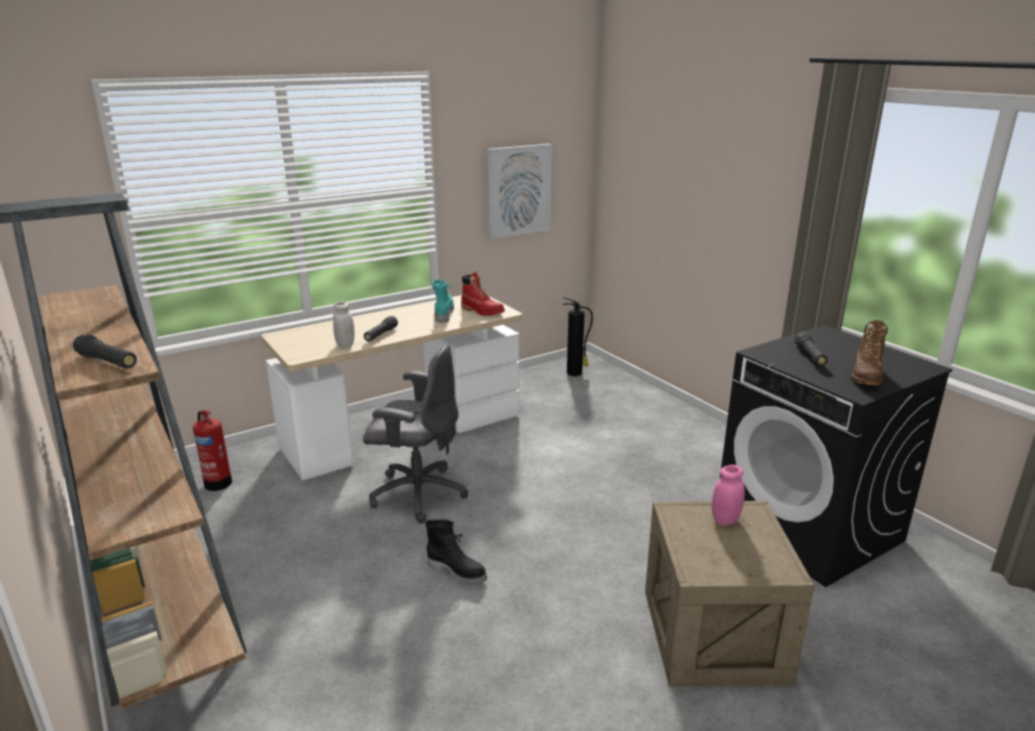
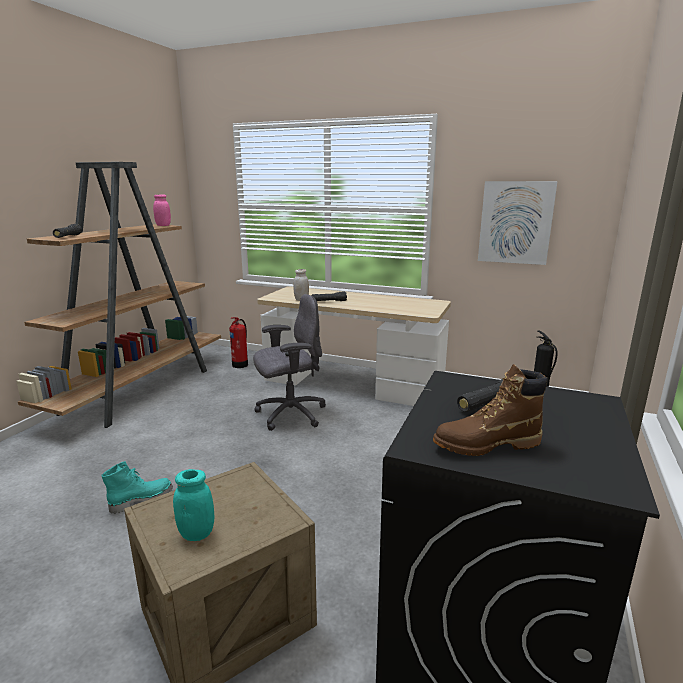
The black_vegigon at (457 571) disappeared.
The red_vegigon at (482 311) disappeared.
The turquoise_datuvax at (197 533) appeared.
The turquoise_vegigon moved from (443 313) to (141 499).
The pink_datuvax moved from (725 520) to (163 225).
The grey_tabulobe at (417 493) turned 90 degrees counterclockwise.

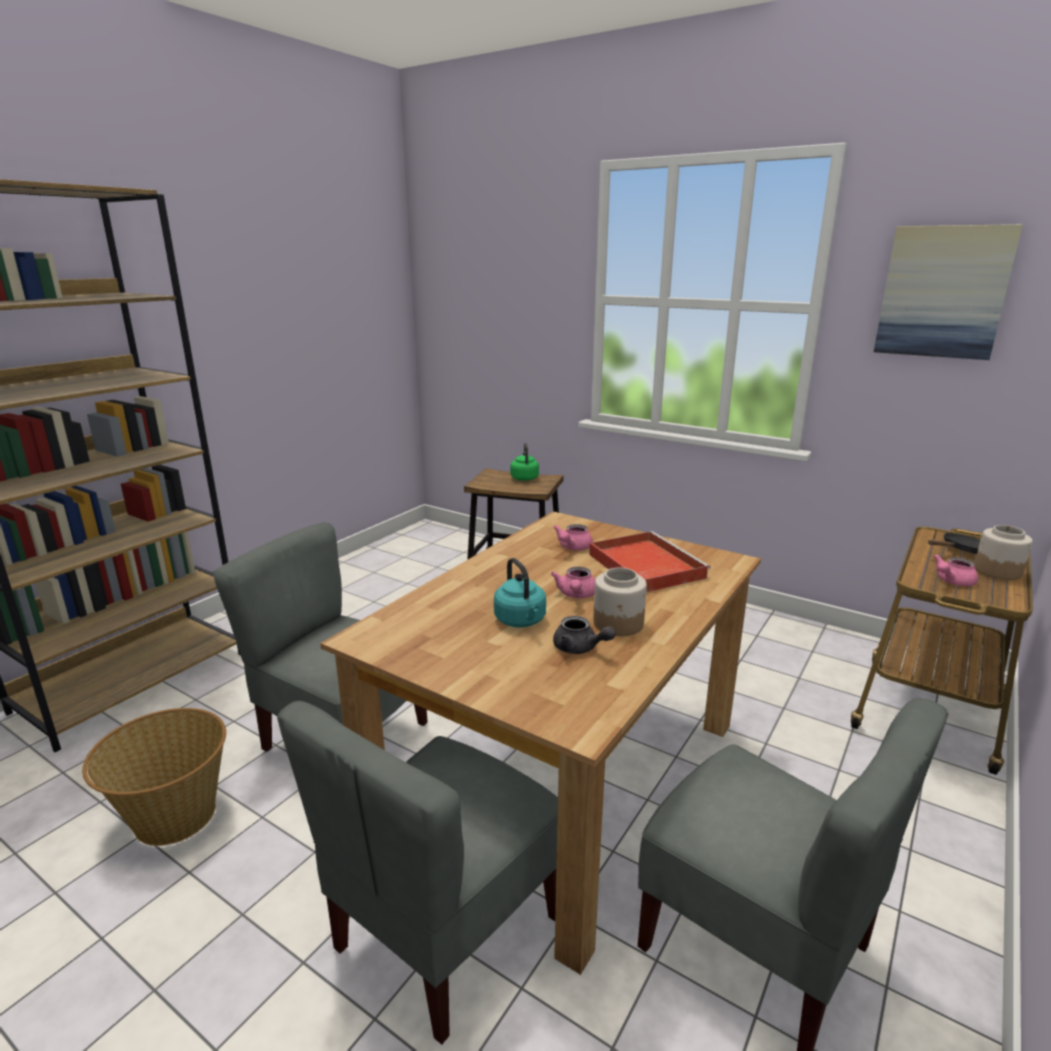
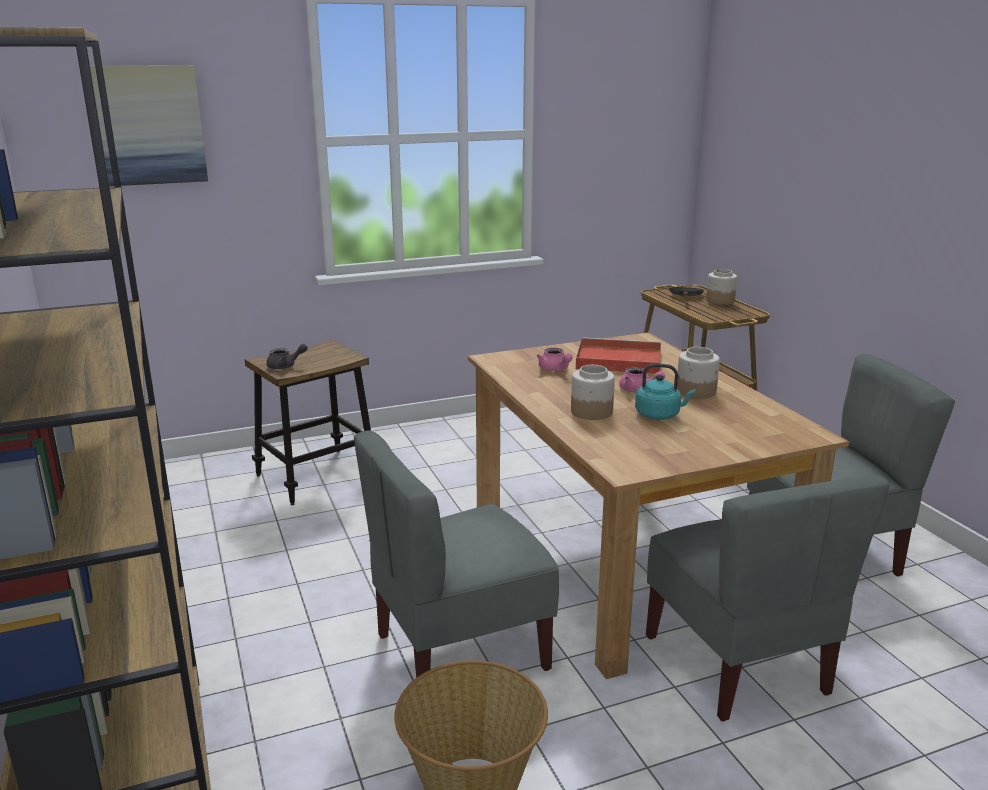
The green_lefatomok at (524 478) disappeared.
The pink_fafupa at (951 581) disappeared.
The datuvax at (591 412) appeared.
The grey_fafupa moved from (580 648) to (285 366).
The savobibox moved from (943 292) to (150 125).

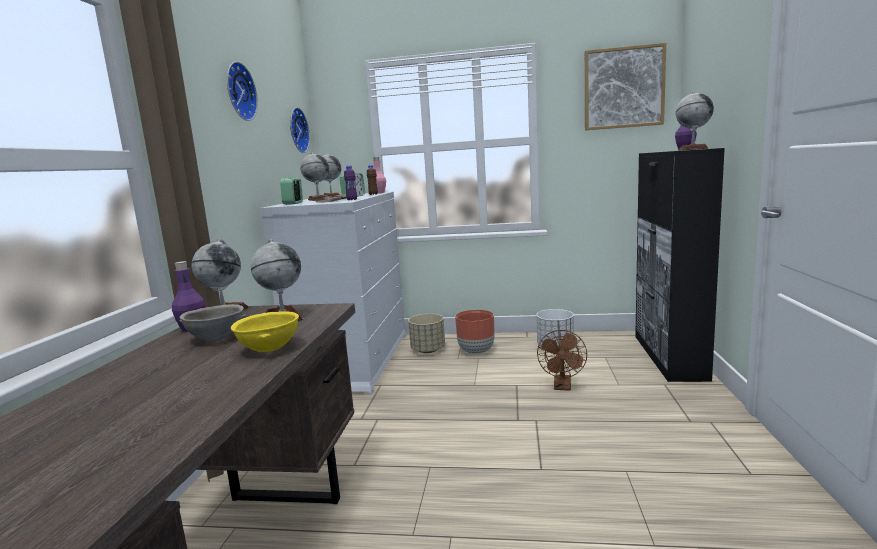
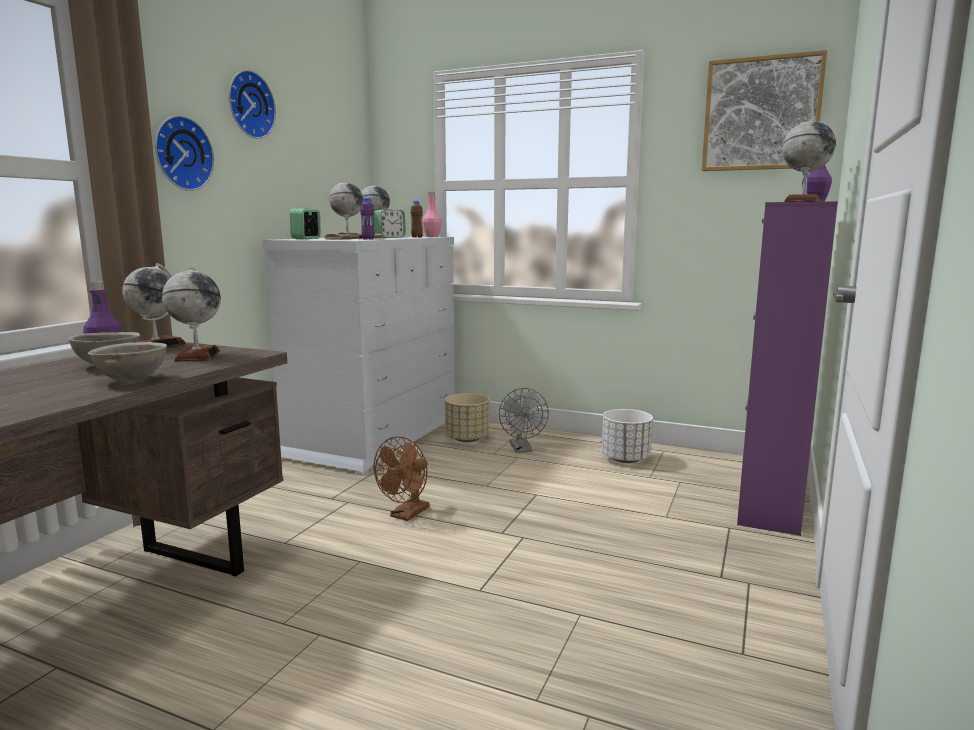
The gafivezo moved from (296 130) to (181 153).
The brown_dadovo moved from (562 386) to (406 515).
The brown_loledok at (476 351) was replaced by the grey_dadovo at (522 449).
The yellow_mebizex at (269 350) became the grey_mebizex at (131 381).
The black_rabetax at (669 356) became the purple_rabetax at (769 495).

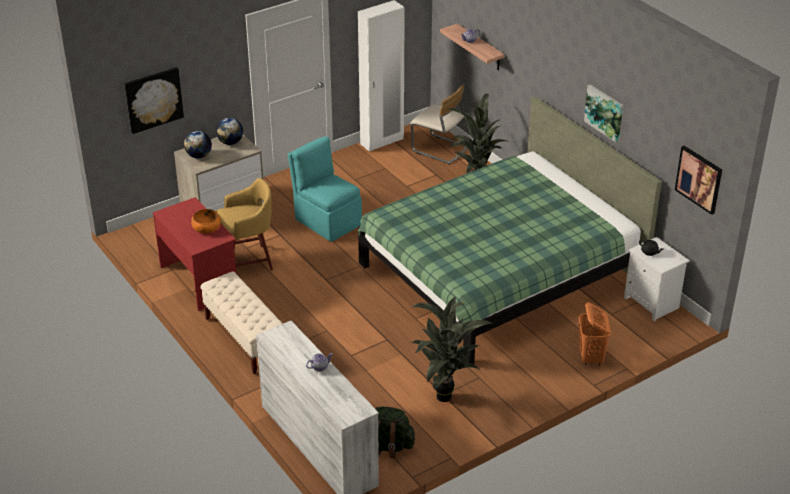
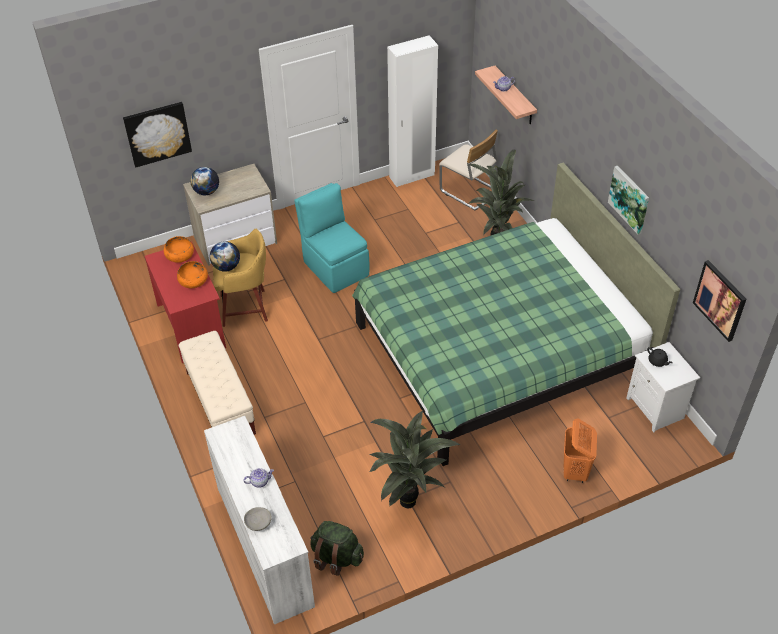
The orange_mebizex at (179 255) appeared.
The grey_mebizex at (258 523) appeared.
The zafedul moved from (230 142) to (226 267).

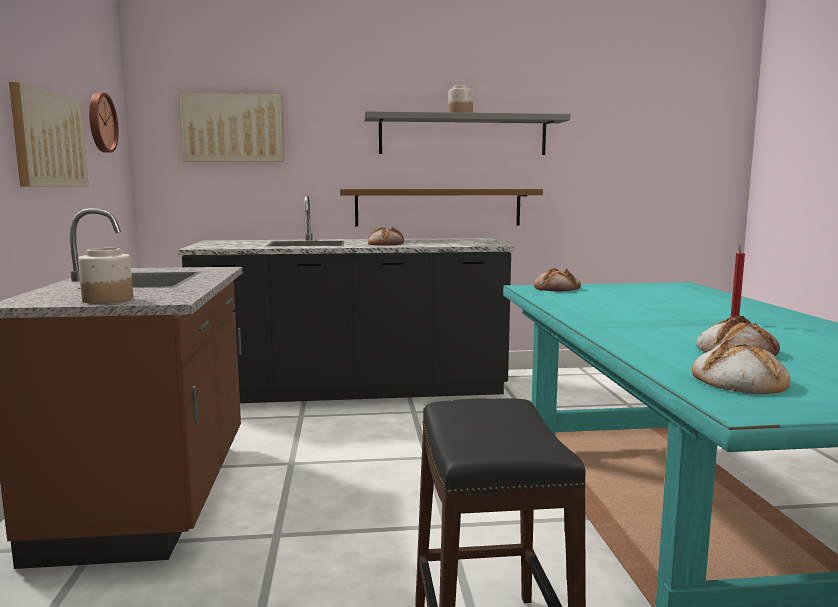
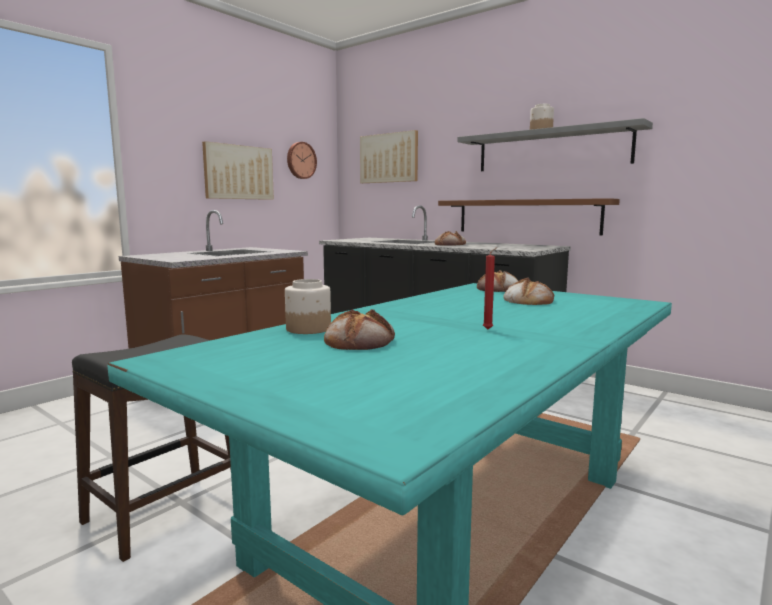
The datuvax moved from (107 300) to (308 329).
The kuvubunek moved from (738 381) to (527 300).

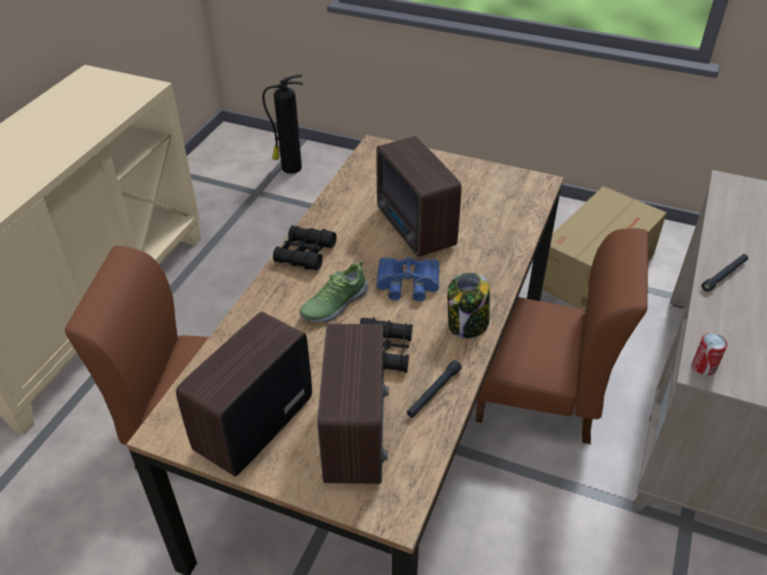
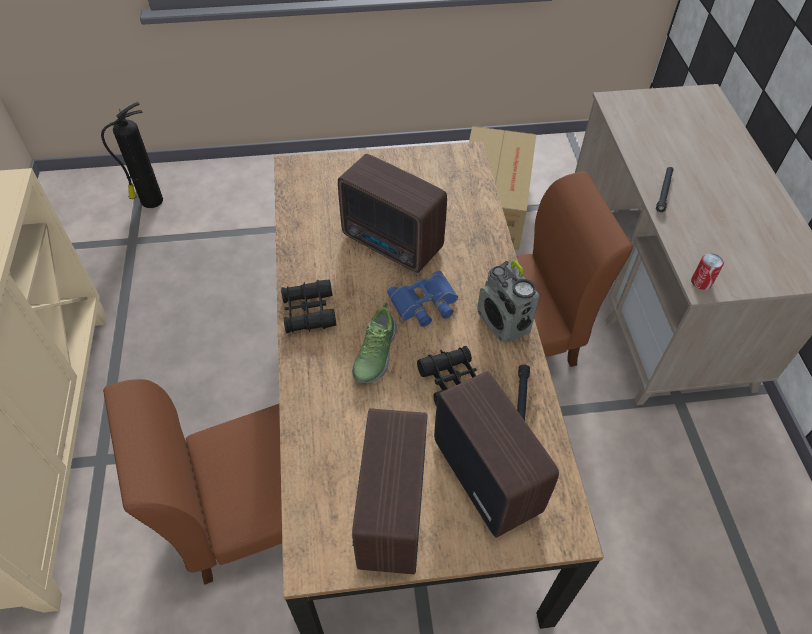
The datuvax at (467 324) was replaced by the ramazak at (503 323).

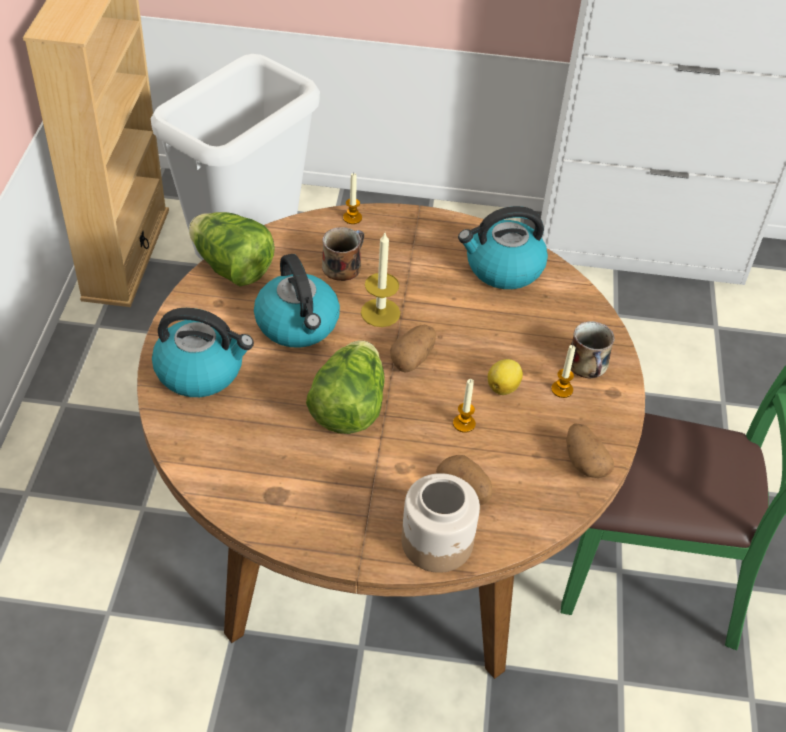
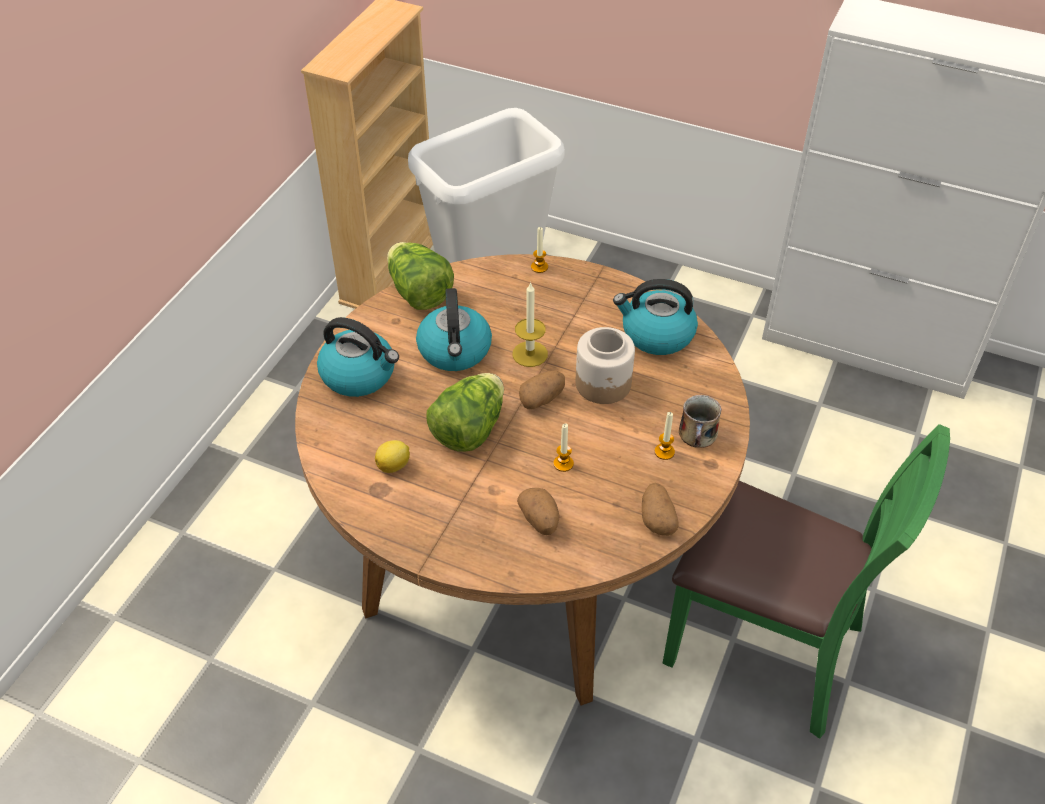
The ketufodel at (343 266) disappeared.
The datuvax moved from (438 542) to (603 384).
The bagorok moved from (503 387) to (394 465).

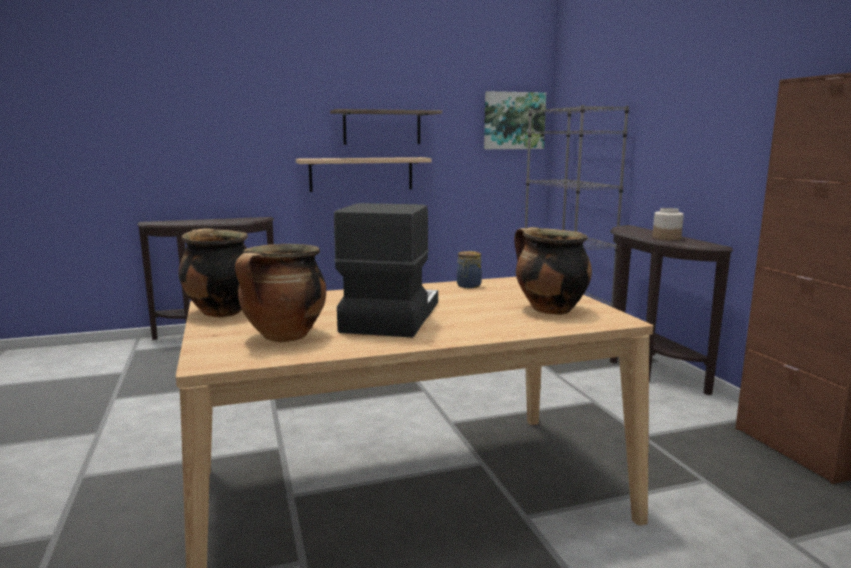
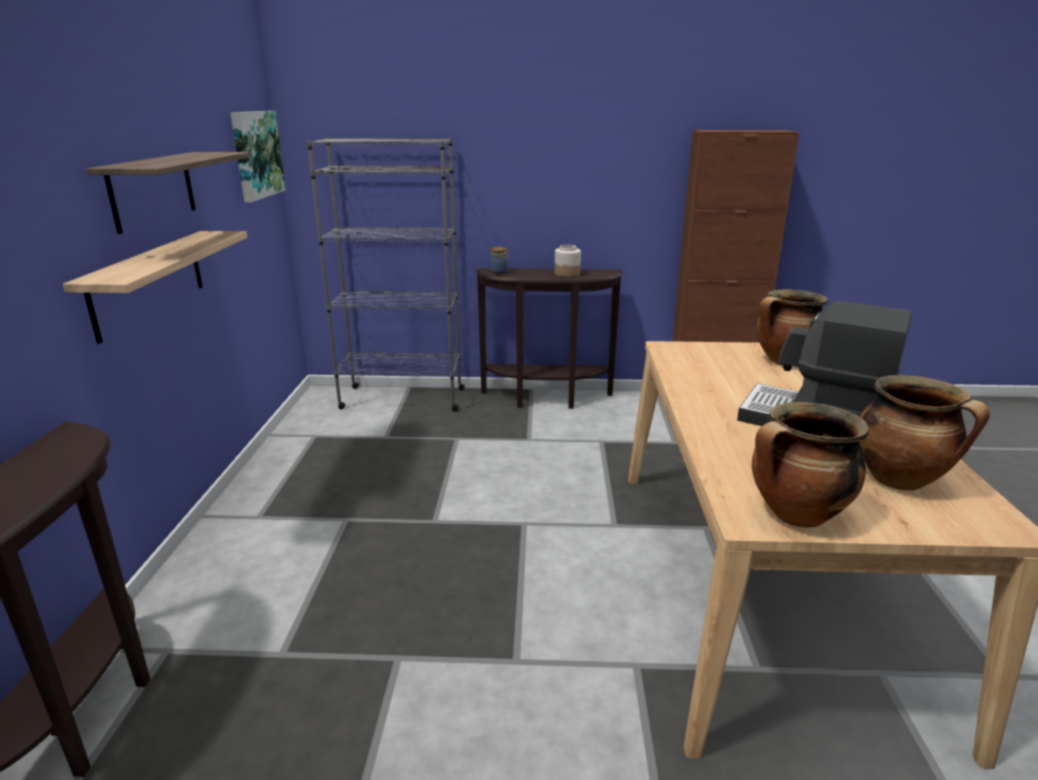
The datuvax moved from (468 286) to (499 273).

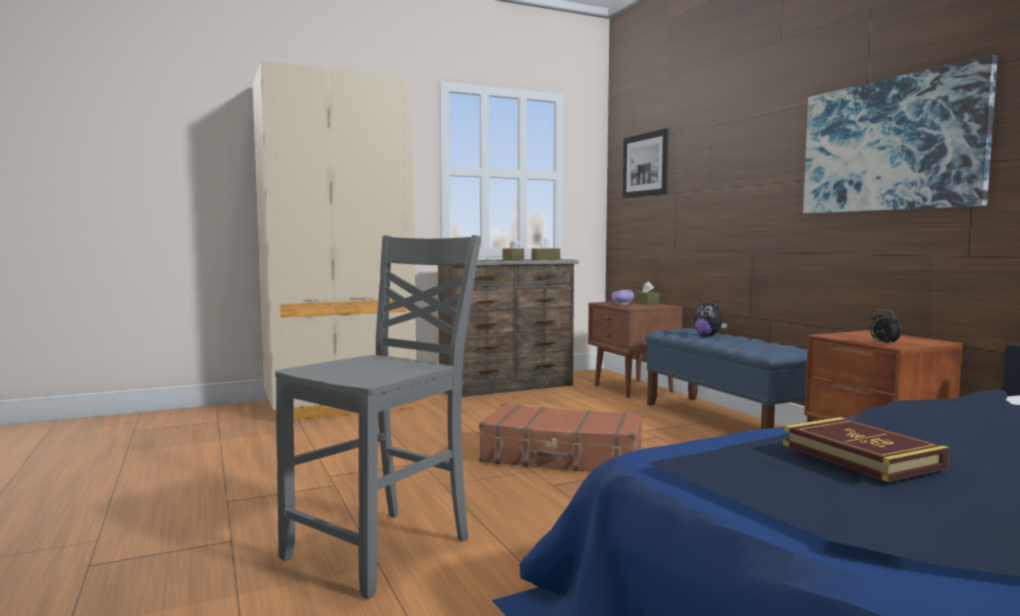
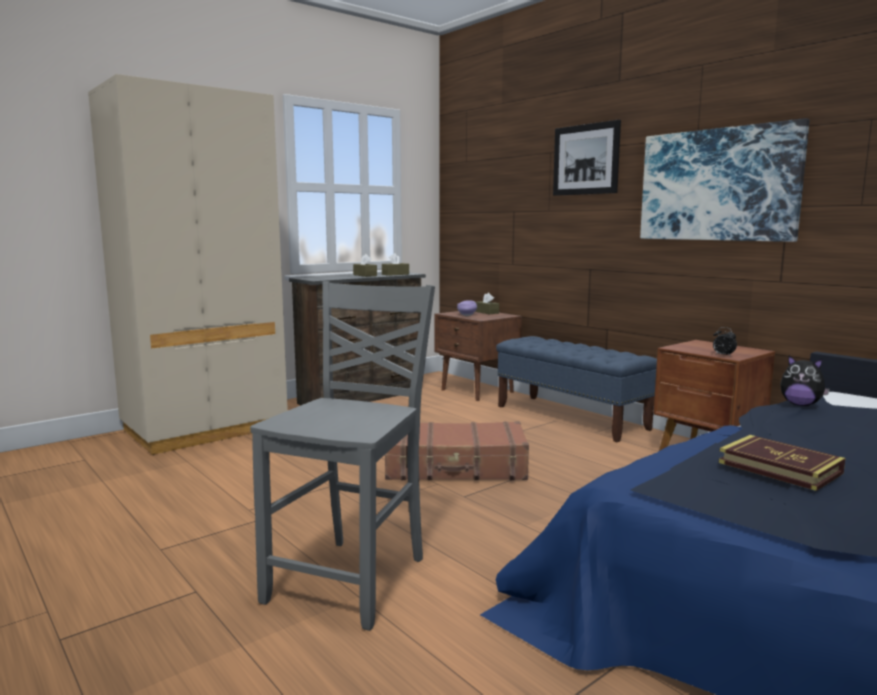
The savobibox moved from (645 165) to (585 159).
The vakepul moved from (708 335) to (800 405).

